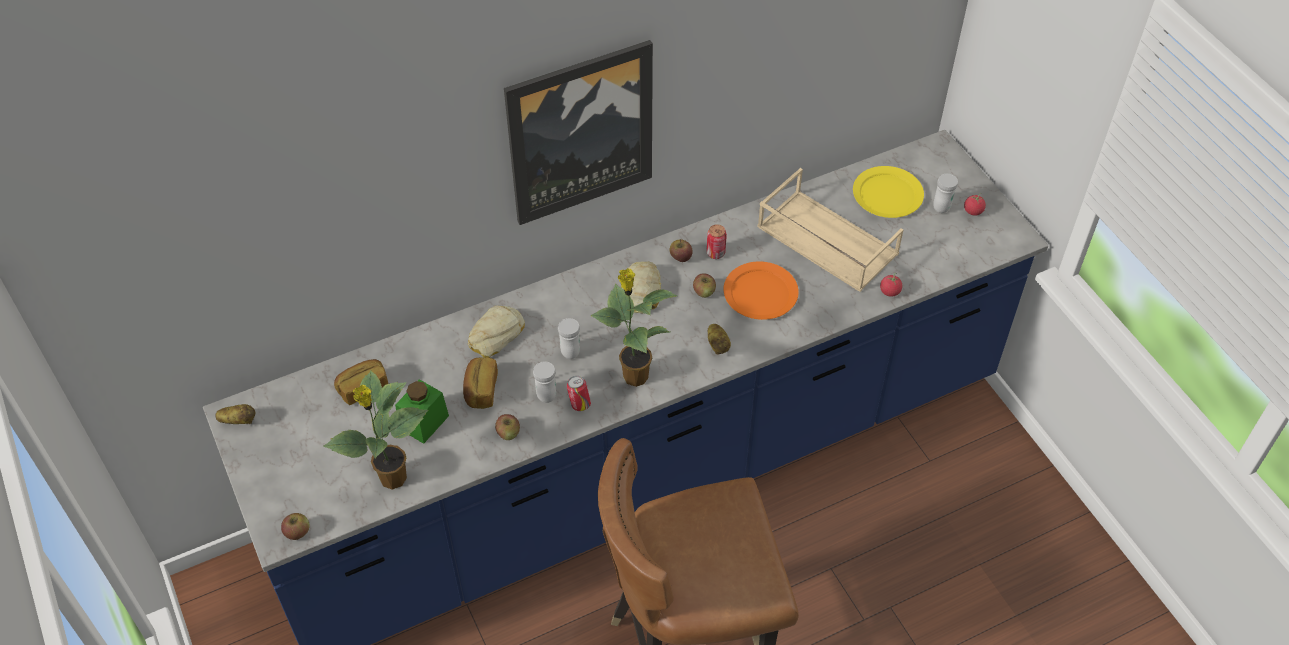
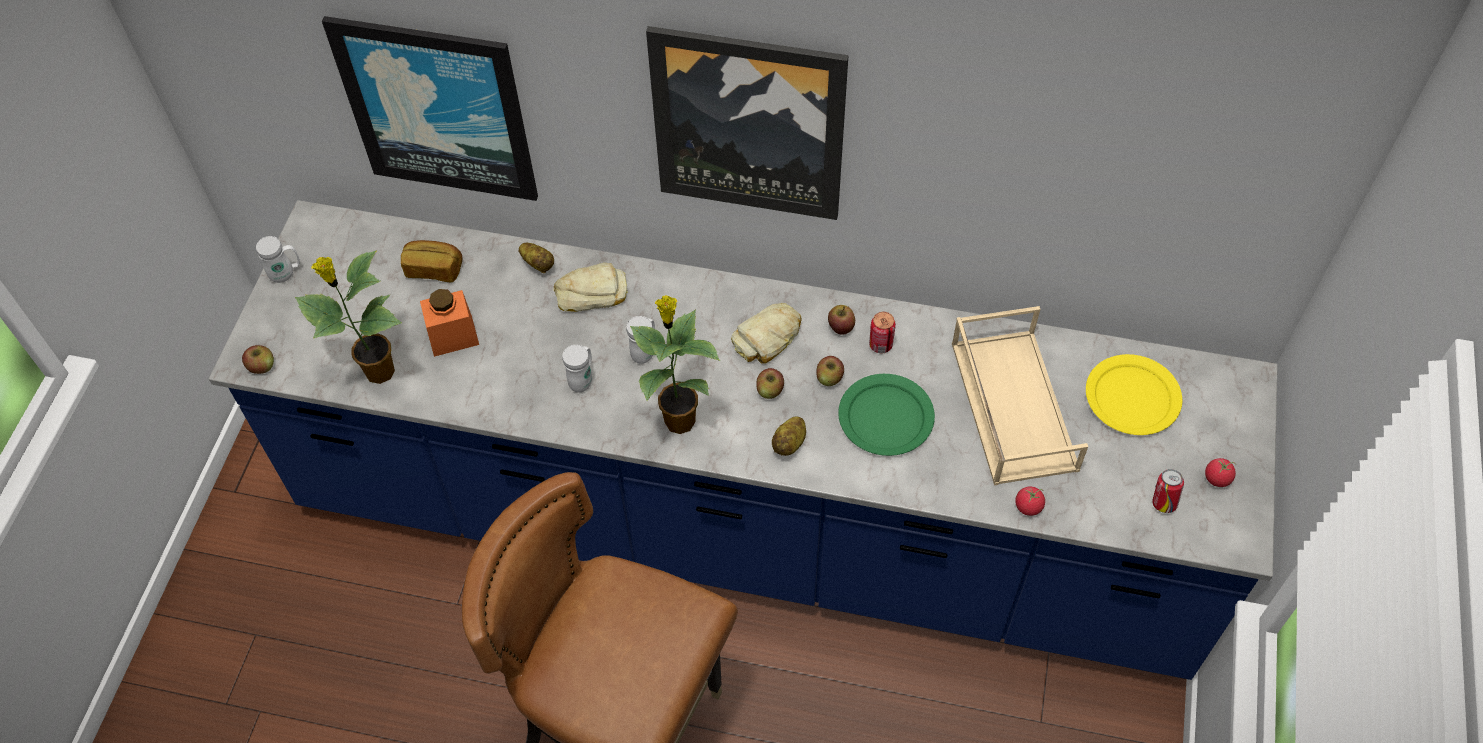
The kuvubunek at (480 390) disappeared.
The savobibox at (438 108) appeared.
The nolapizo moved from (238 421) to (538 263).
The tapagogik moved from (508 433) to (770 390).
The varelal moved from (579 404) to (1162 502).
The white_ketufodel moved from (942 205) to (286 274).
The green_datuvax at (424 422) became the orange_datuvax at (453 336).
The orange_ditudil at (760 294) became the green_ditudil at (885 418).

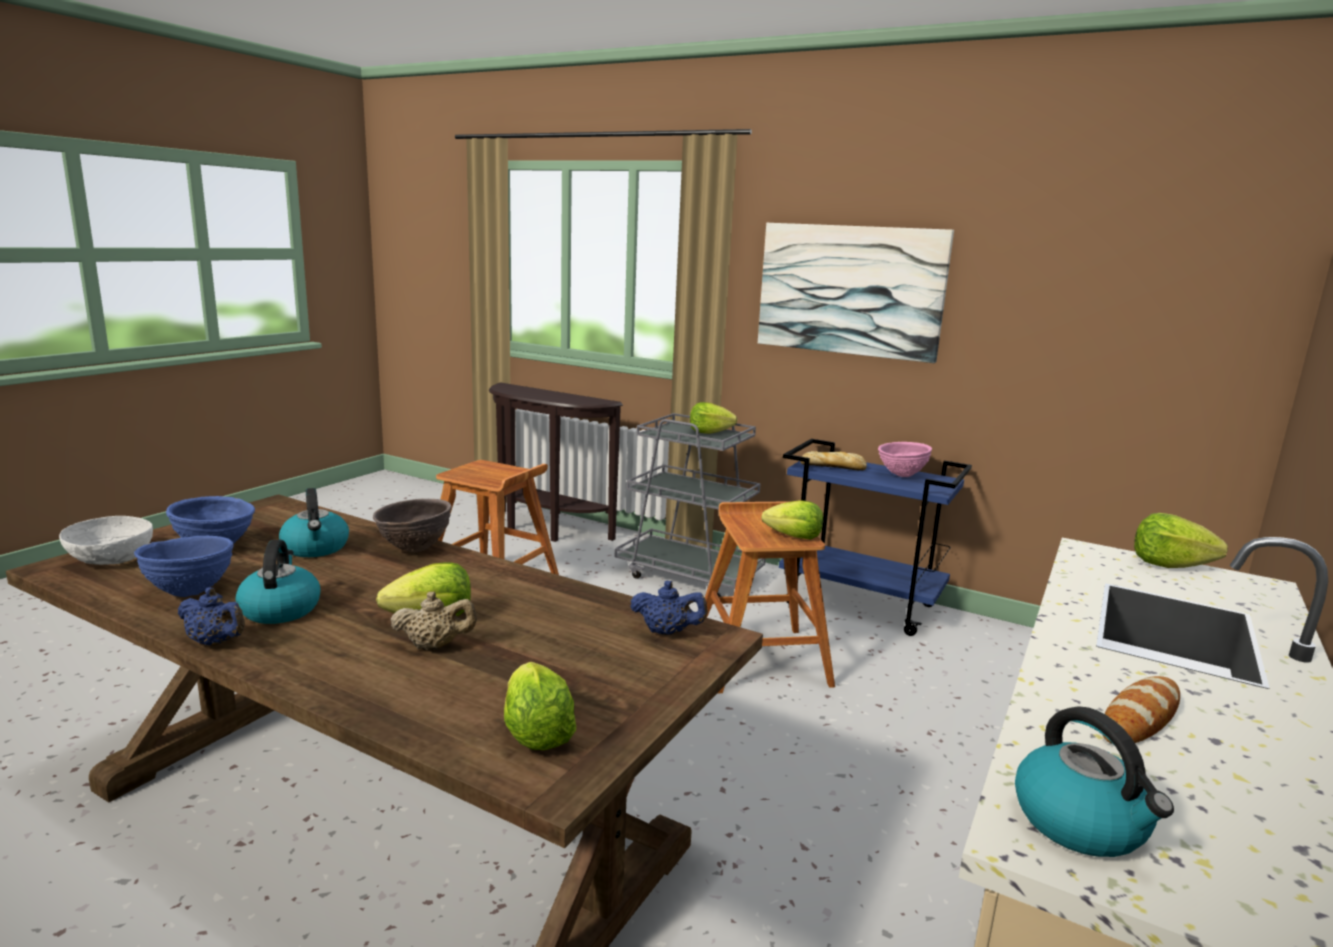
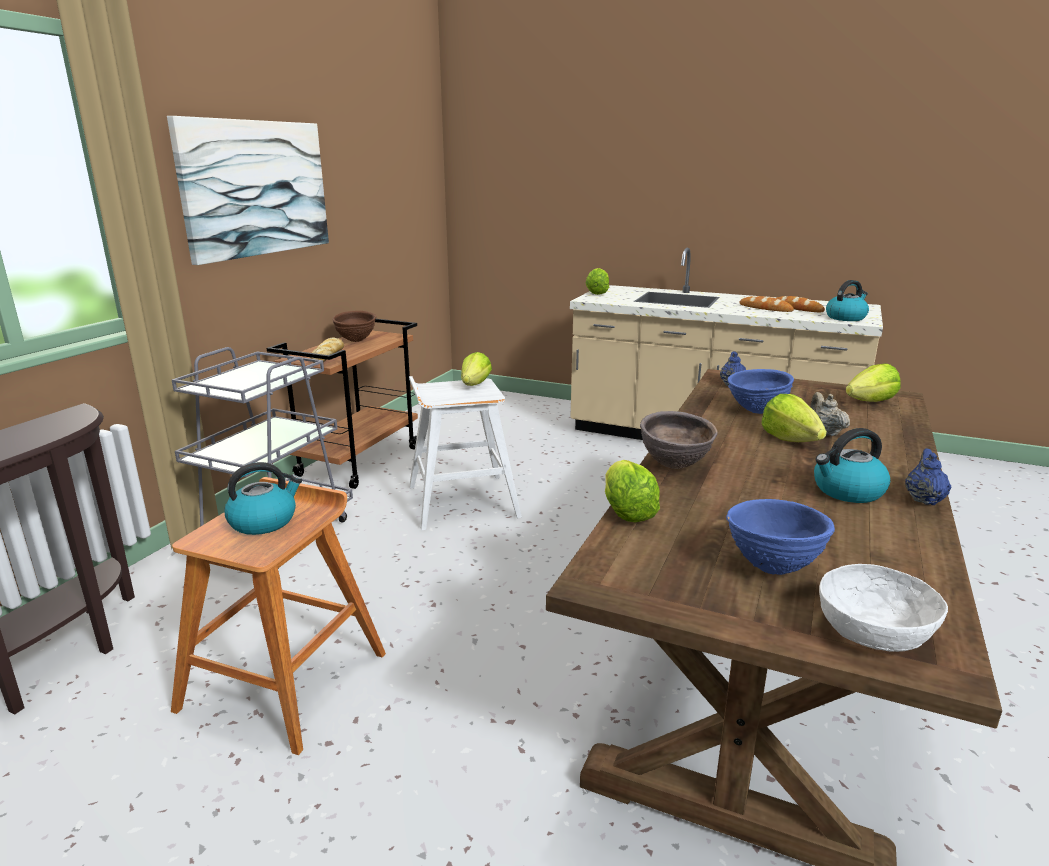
The kuvubunek at (797 308) appeared.
The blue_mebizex moved from (191 593) to (756 411).
The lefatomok moved from (316 548) to (264 521).
The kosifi moved from (709 432) to (626 511).
The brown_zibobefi at (759 658) became the white_zibobefi at (461 501).
The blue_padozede at (861 604) became the brown_padozede at (359 461).
The pink_mebizex at (901 475) became the brown_mebizex at (356 341).

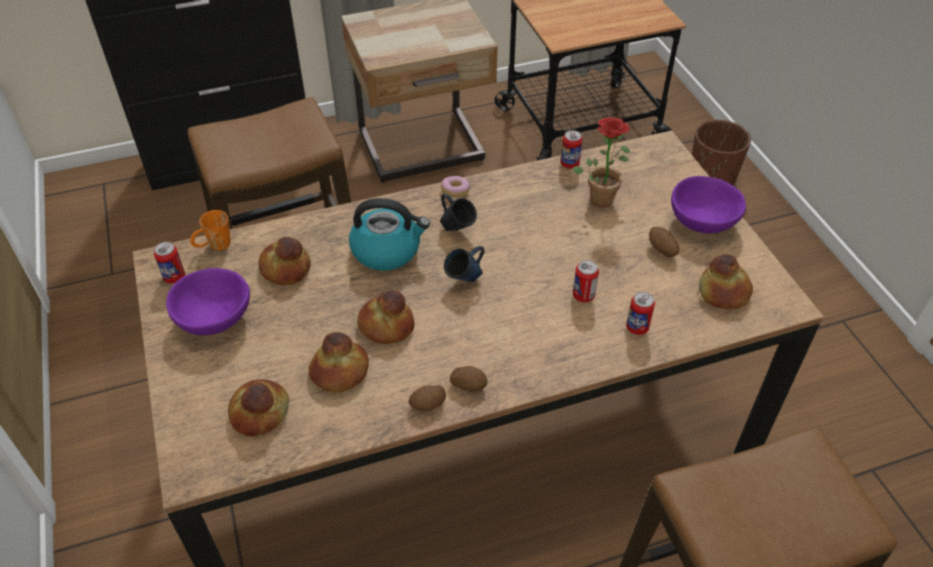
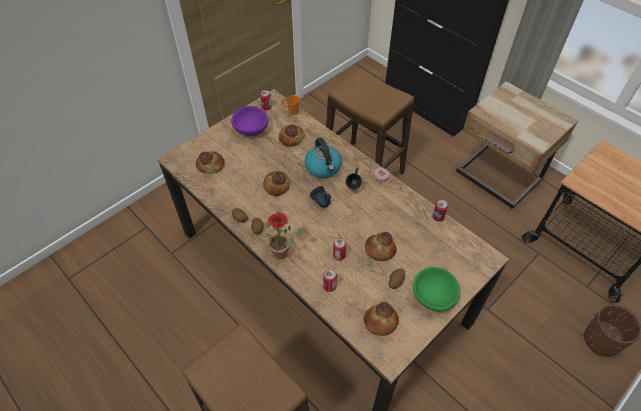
The kuvubunek moved from (340 372) to (379 250).
The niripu moved from (601 196) to (283 252).
The purple_mebizex at (702 222) became the green_mebizex at (432 296).

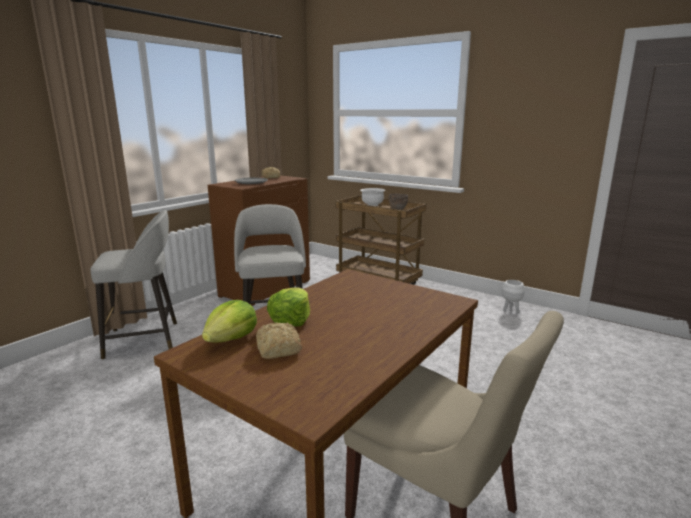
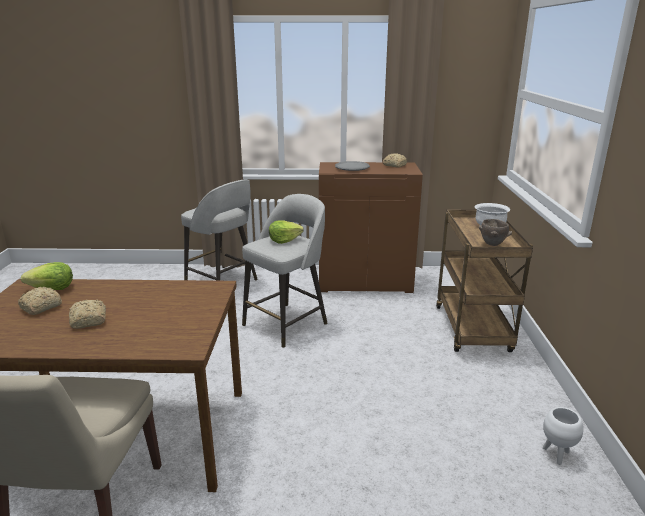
The kuvubunek at (88 321) appeared.
The kosifi moved from (291 320) to (284 240).

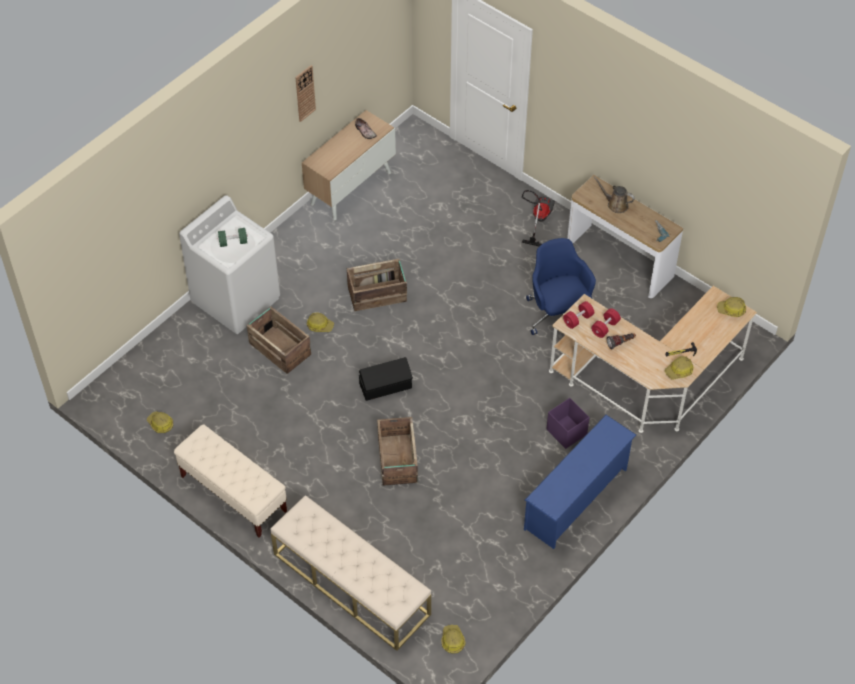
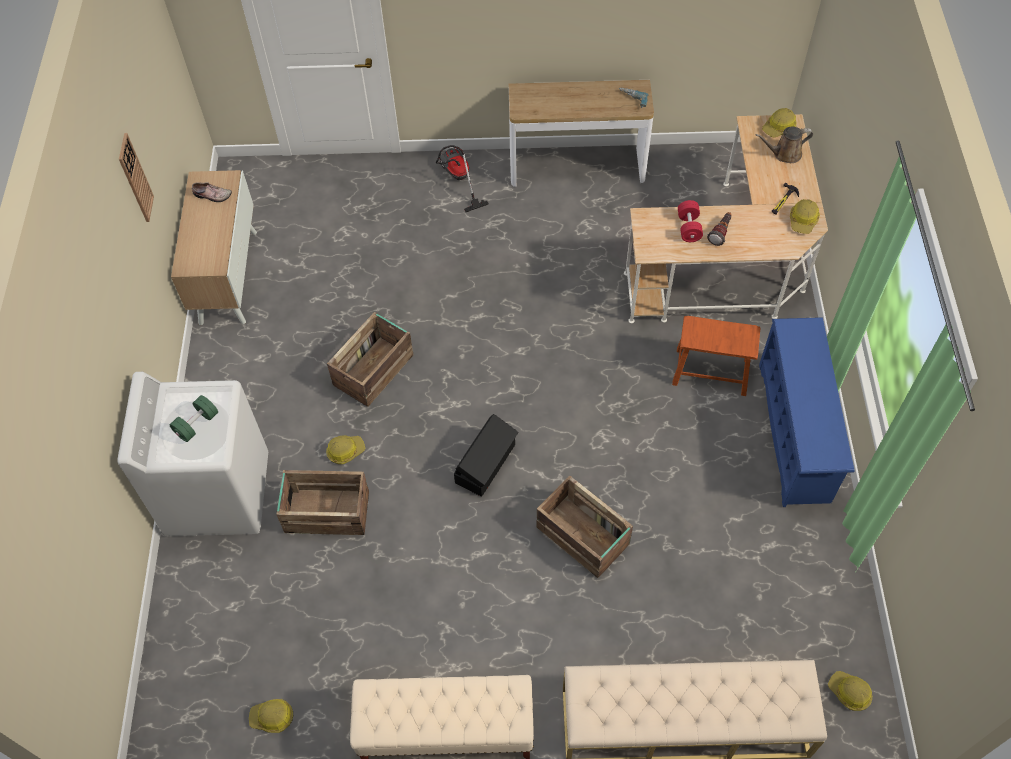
The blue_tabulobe at (558 315) disappeared.
The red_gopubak at (578 319) disappeared.
The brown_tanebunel moved from (615 204) to (784 154).
The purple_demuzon at (566 431) was replaced by the brown_zibobefi at (711 371).

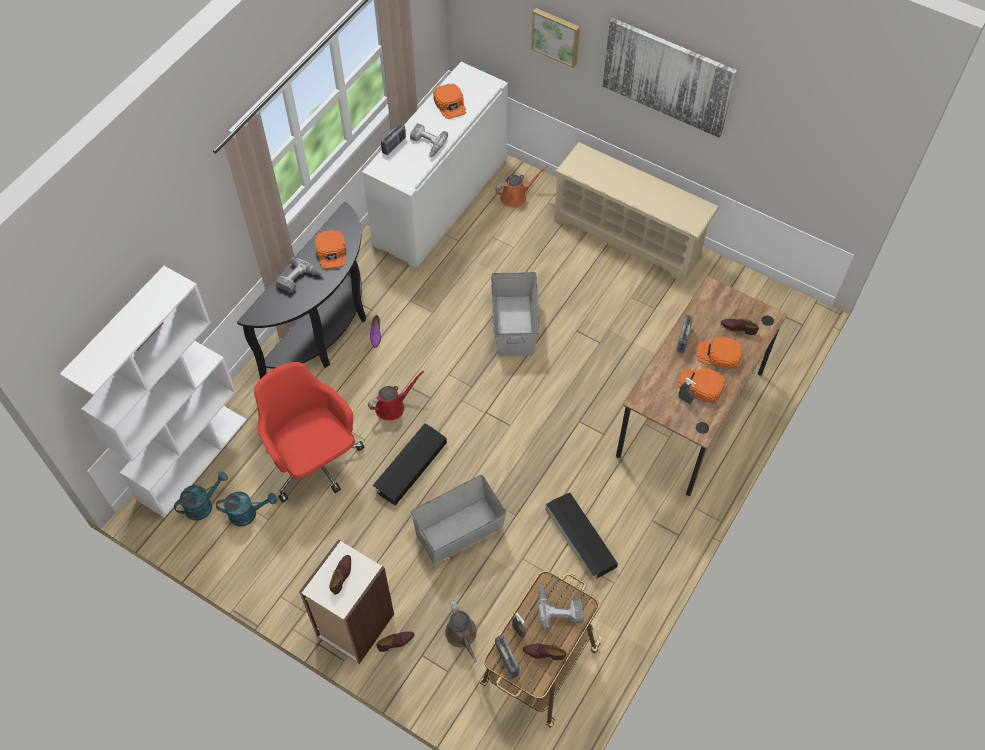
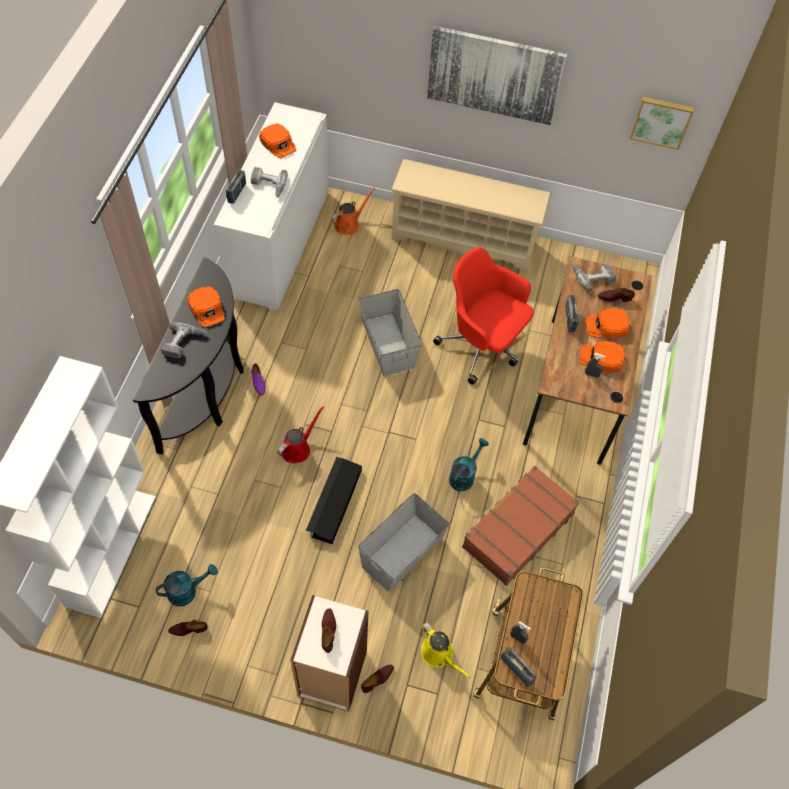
The turquoise_tanebunel moved from (203 505) to (464 475).
The red_tabulobe moved from (314 461) to (482 345).
The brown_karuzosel moved from (544 653) to (188 629).
The savobibox moved from (556 36) to (661 121).
The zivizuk moved from (559 607) to (592 275).
The black_demuzon at (580 538) was replaced by the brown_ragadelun at (517 530).
The brown_tanebunel at (462 635) became the yellow_tanebunel at (439 654).

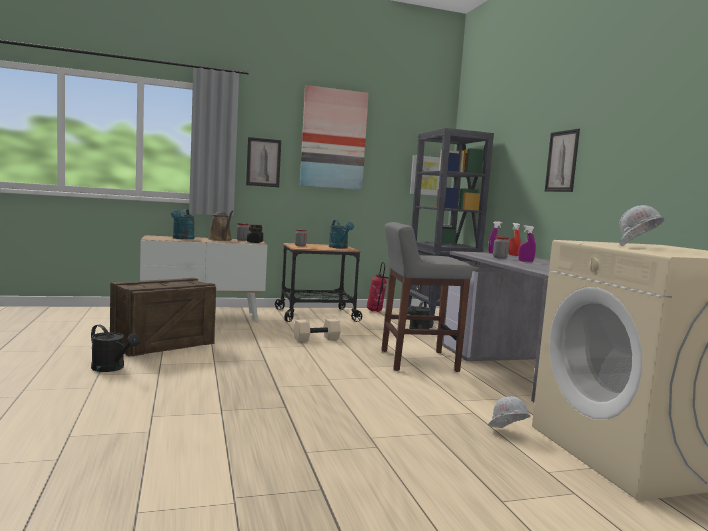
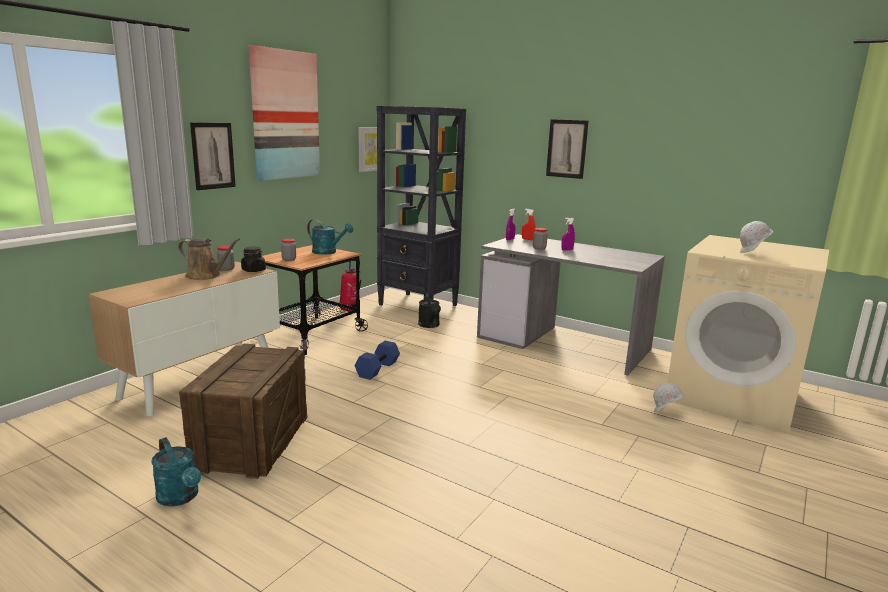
The black_tanebunel at (112 368) disappeared.
The grey_zibobefi at (416 361) disappeared.
The turquoise_tanebunel moved from (182 238) to (180 498).
The beige_gopubak at (316 339) became the blue_gopubak at (377 369).

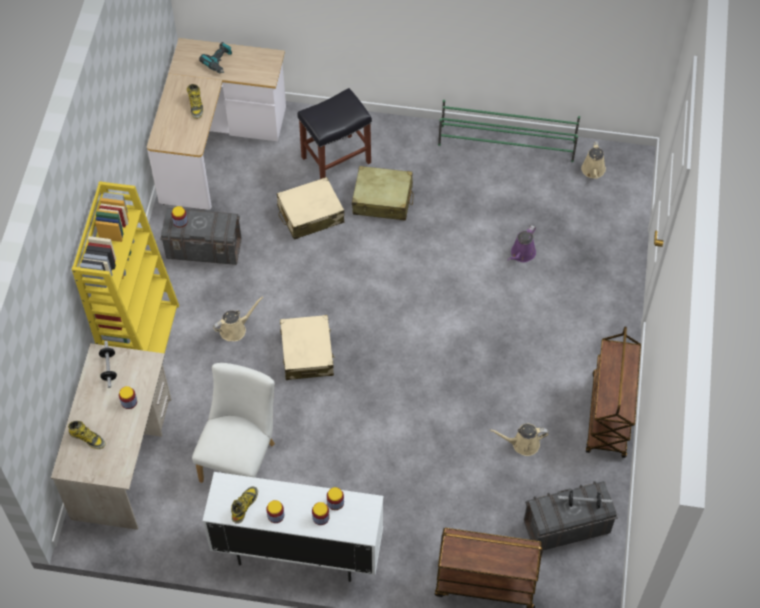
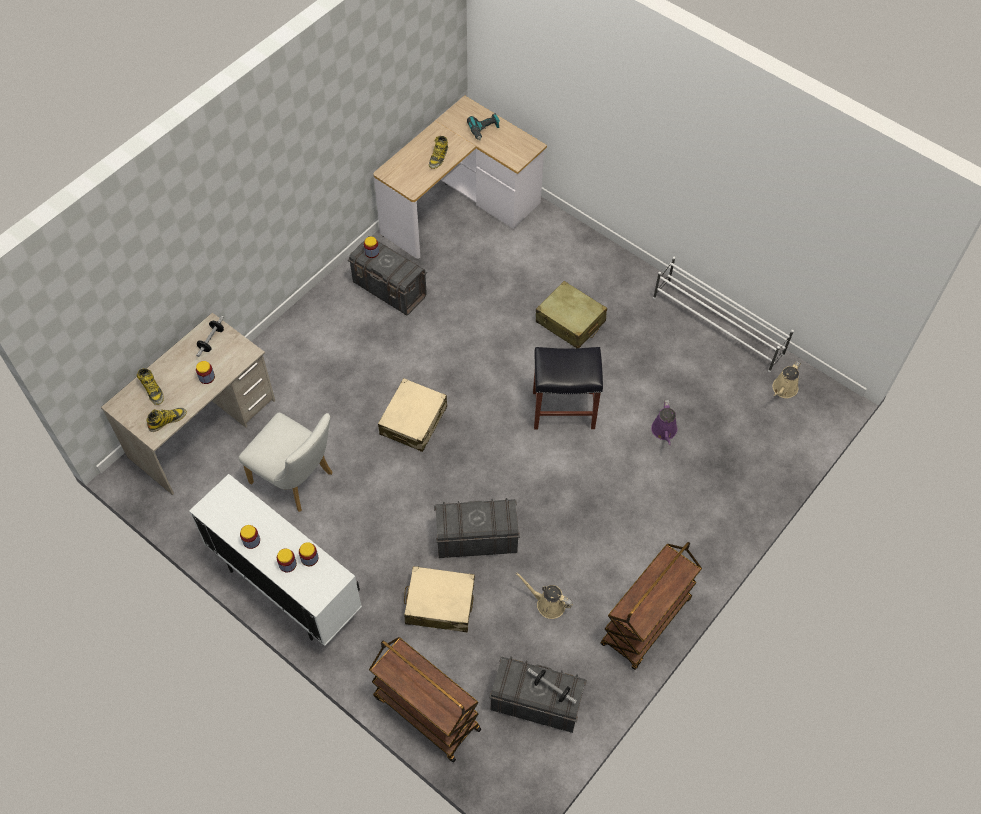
The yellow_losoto at (142 341) disappeared.
The beige_tanebunel at (235 329) disappeared.
The grey_demuzon at (476 539) appeared.
The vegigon moved from (244 505) to (167 420).
The beige_ragadelun moved from (310 215) to (439 604).
The black_zibobefi moved from (335 160) to (562 410).
The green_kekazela at (507 143) became the white_kekazela at (718 326).
The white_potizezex at (241 457) turned 75 degrees clockwise.
The purple_tanebunel at (522 254) turned 60 degrees counterclockwise.

